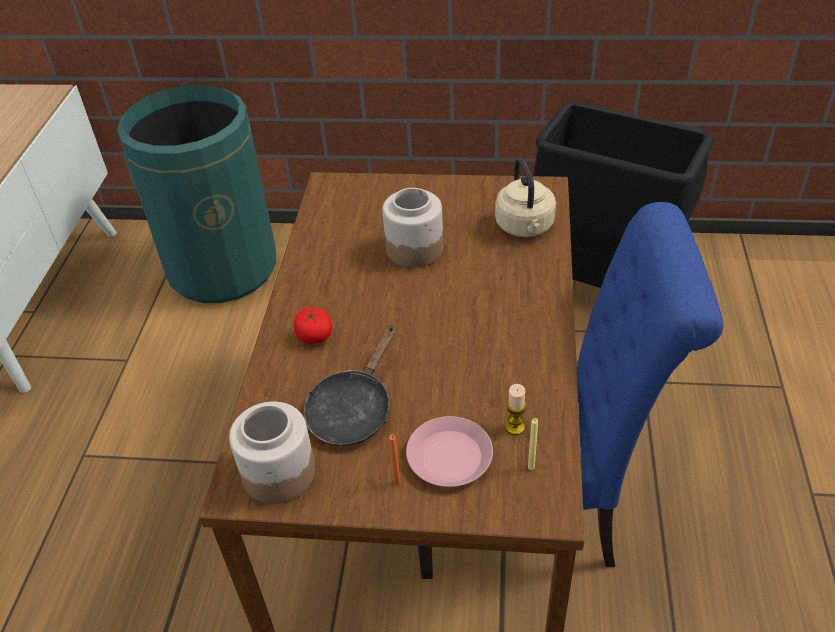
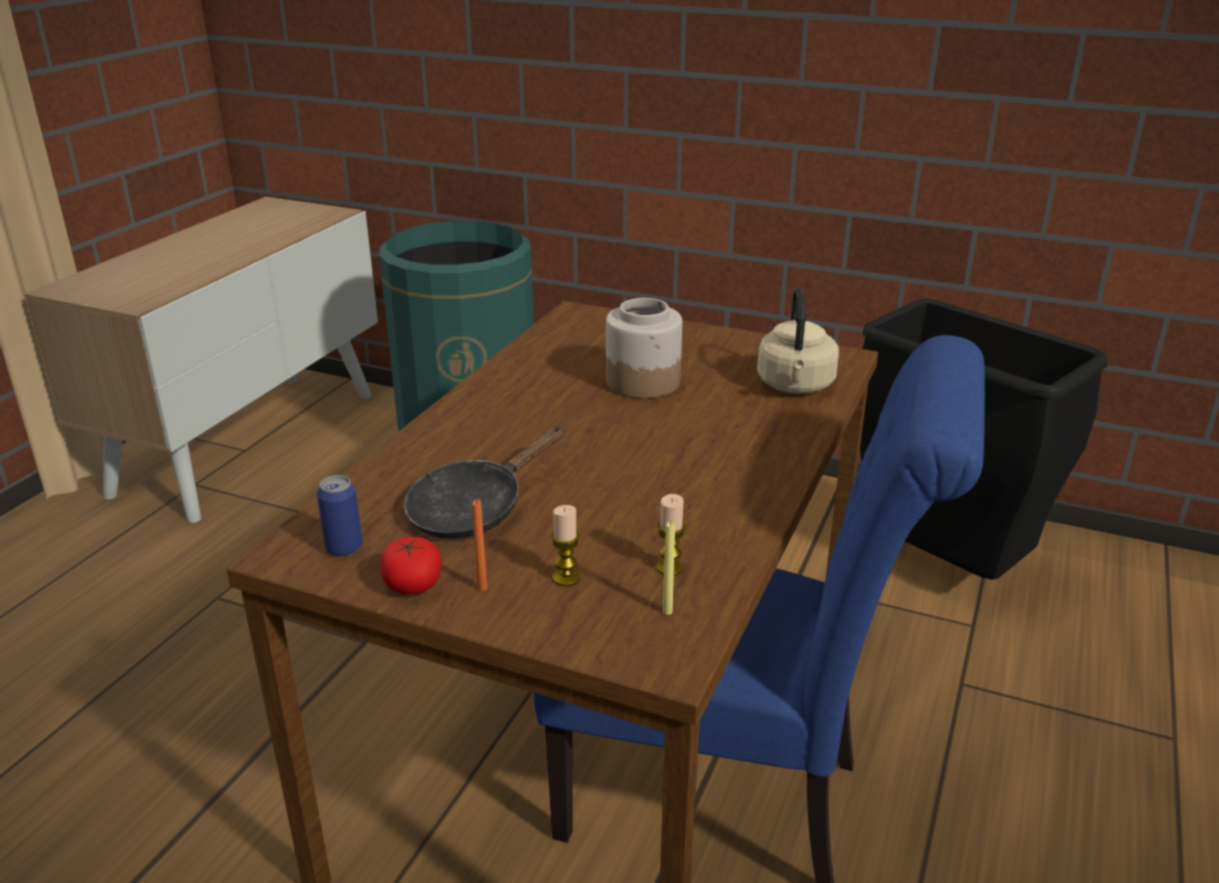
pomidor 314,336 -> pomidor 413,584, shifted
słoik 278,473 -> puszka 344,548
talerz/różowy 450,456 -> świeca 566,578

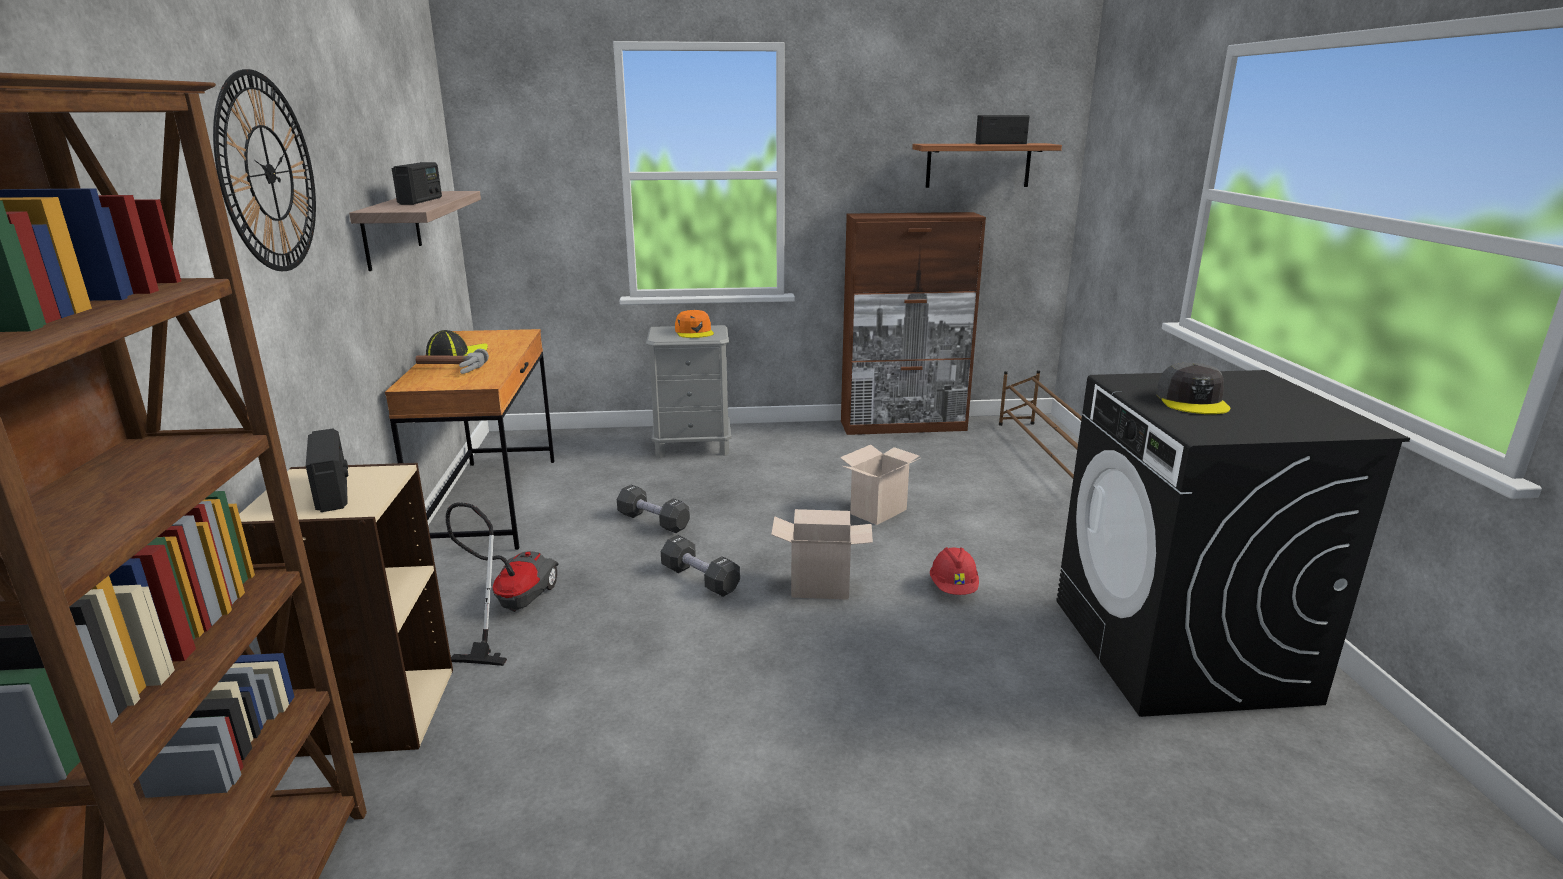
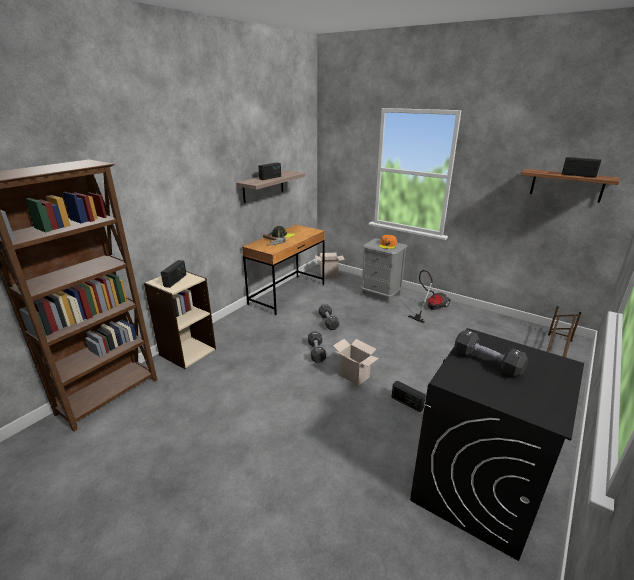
zegar ścienny 269,173 -> none
szafka/brązowy 904,426 -> none
czapka z daszkiem/szary 1192,401 -> hantel/czarny 487,362
karton 878,511 -> karton 329,274, shifted
odkurzacz 510,609 -> odkurzacz 430,309, shifted
kask/czerwony 953,588 -> radio 407,403

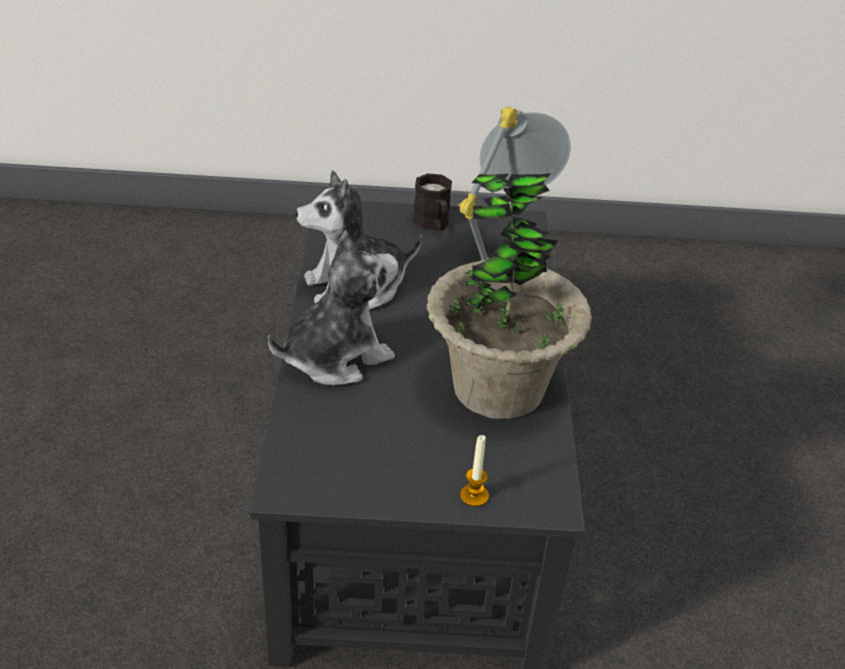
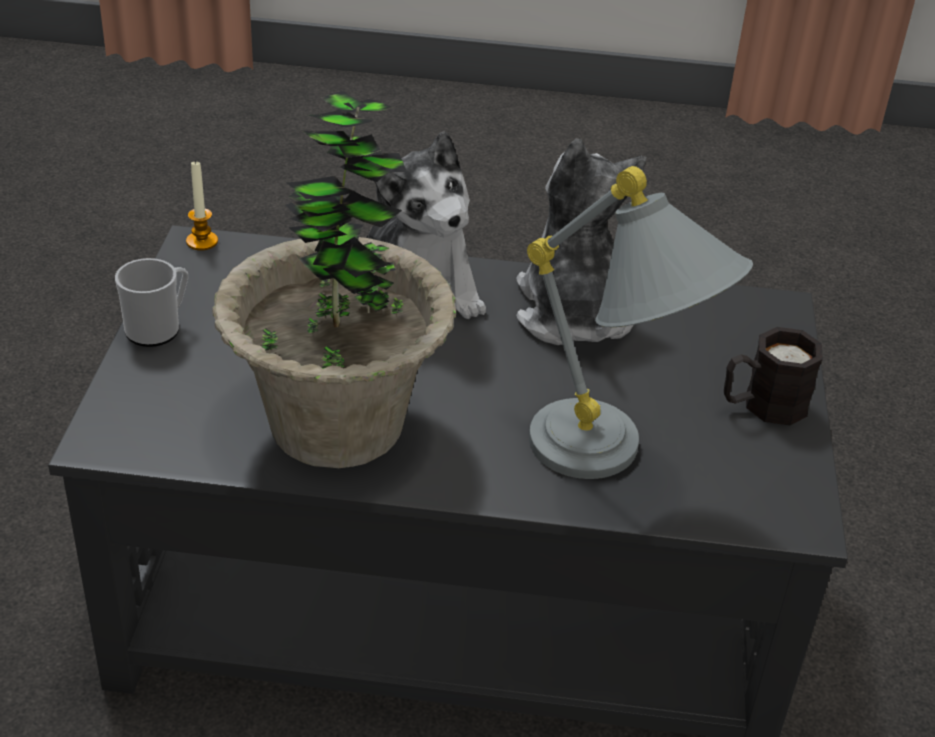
świeca 474,496 -> świeca 202,241, shifted
none -> kubek 158,329

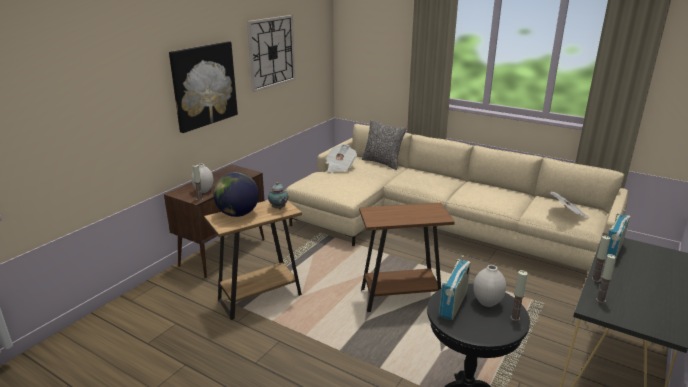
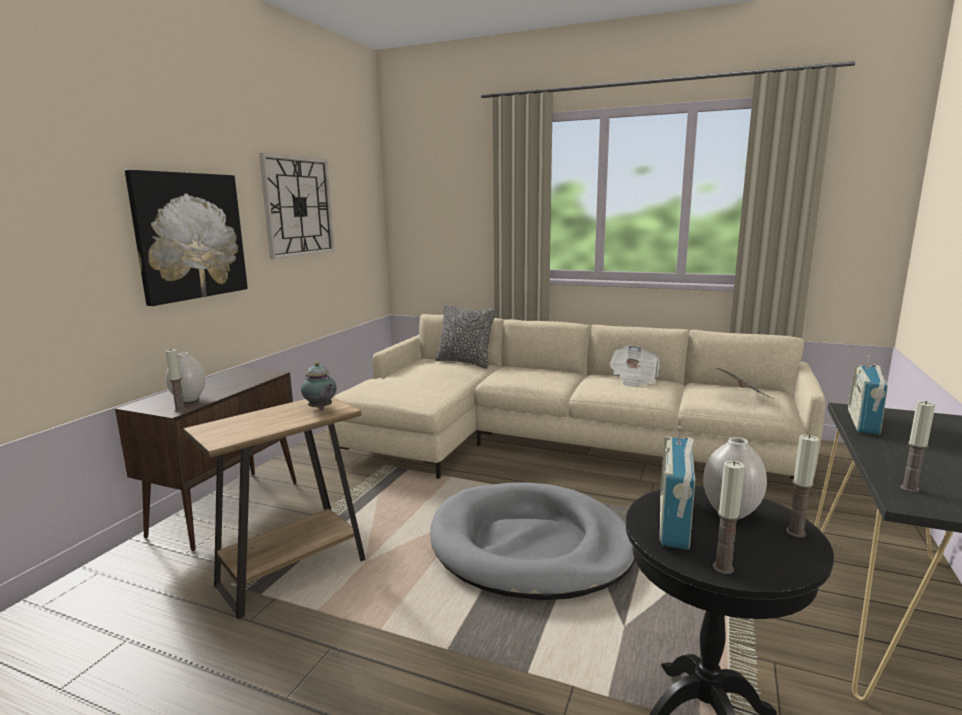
gazeta 340,167 -> gazeta 633,380, shifted
globus 237,214 -> none
stolik/brązowy 400,298 -> legowisko/szary 530,546
świeca 595,279 -> świeca 723,568, shifted

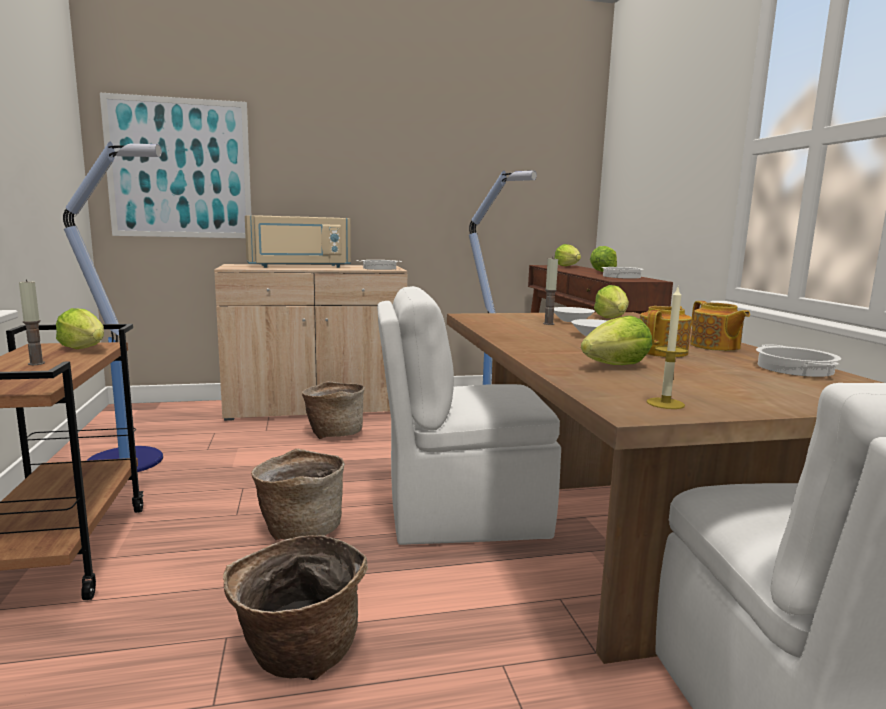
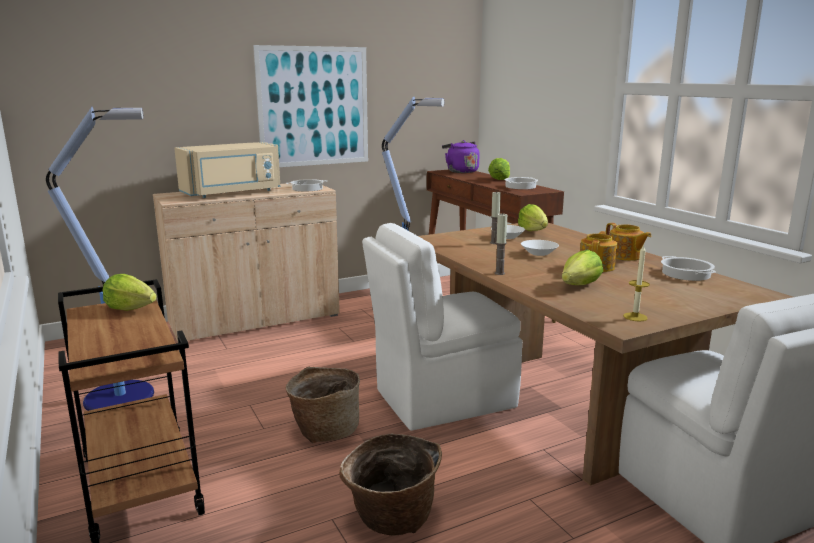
obraz 179,169 -> obraz 314,107, shifted
sałata 567,266 -> czajnik/fioletowy 461,171
świeca 36,363 -> świeca 499,273, shifted
koszyk 333,433 -> none

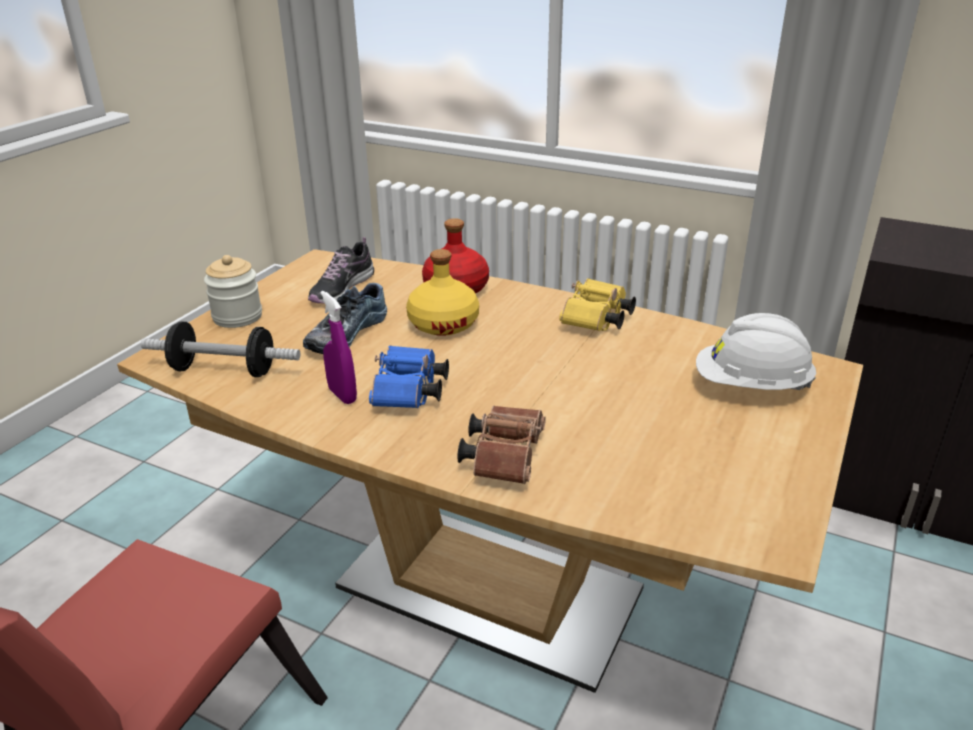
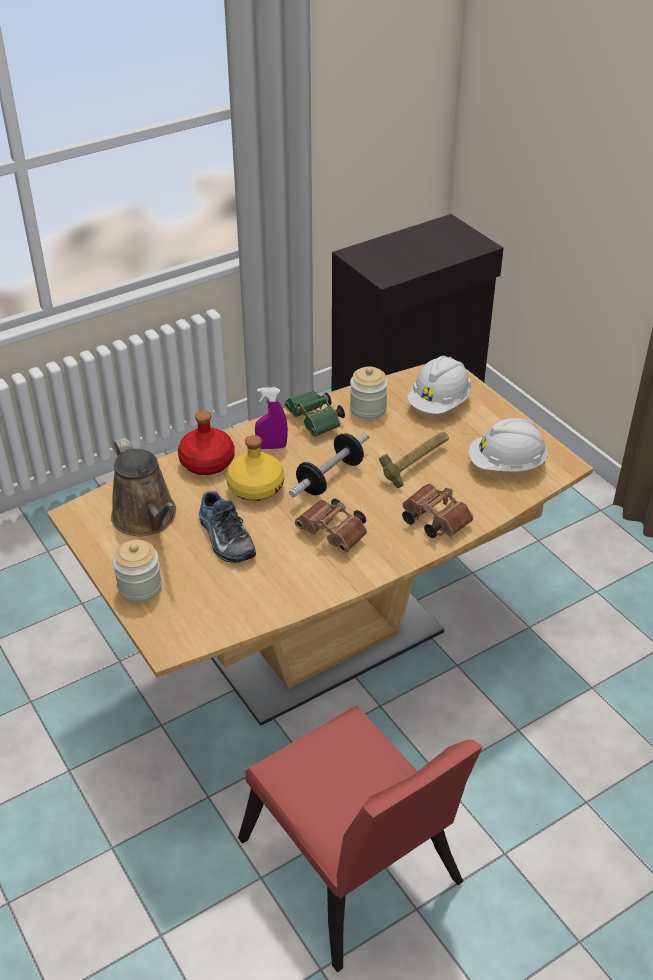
but 341,289 -> konewka/brązowy 147,518
lornetka/żółty 596,321 -> lornetka/zielony 316,422
spryskiwacz/fioletowy 342,395 -> spryskiwacz/fioletowy 271,447, shifted
hantel 224,370 -> hantel 330,477, shifted
lornetka/niebieski 409,394 -> lornetka/brązowy 334,534
none -> słoik 368,409
none -> kask/biały 506,465
none -> młotek 416,465

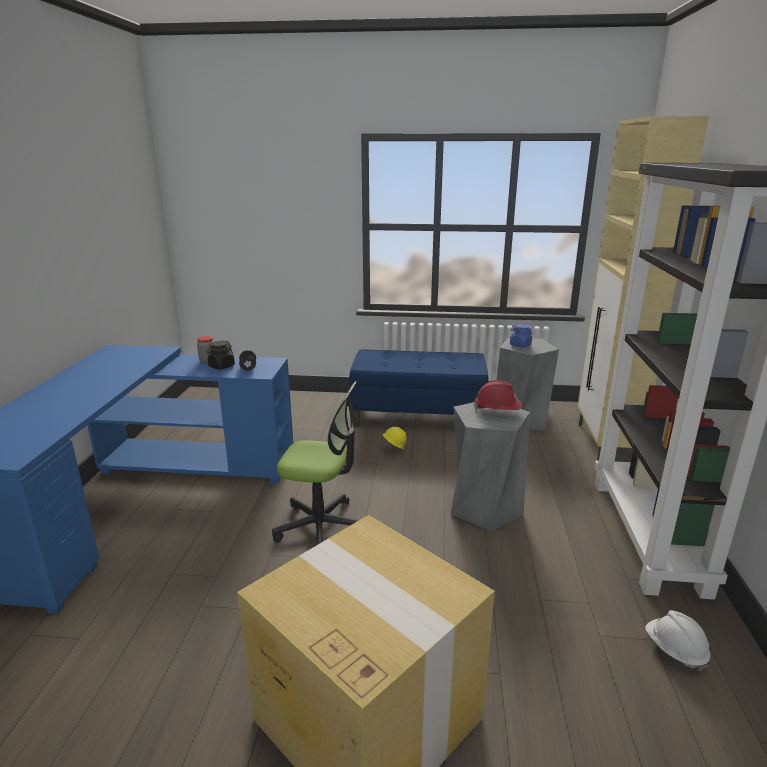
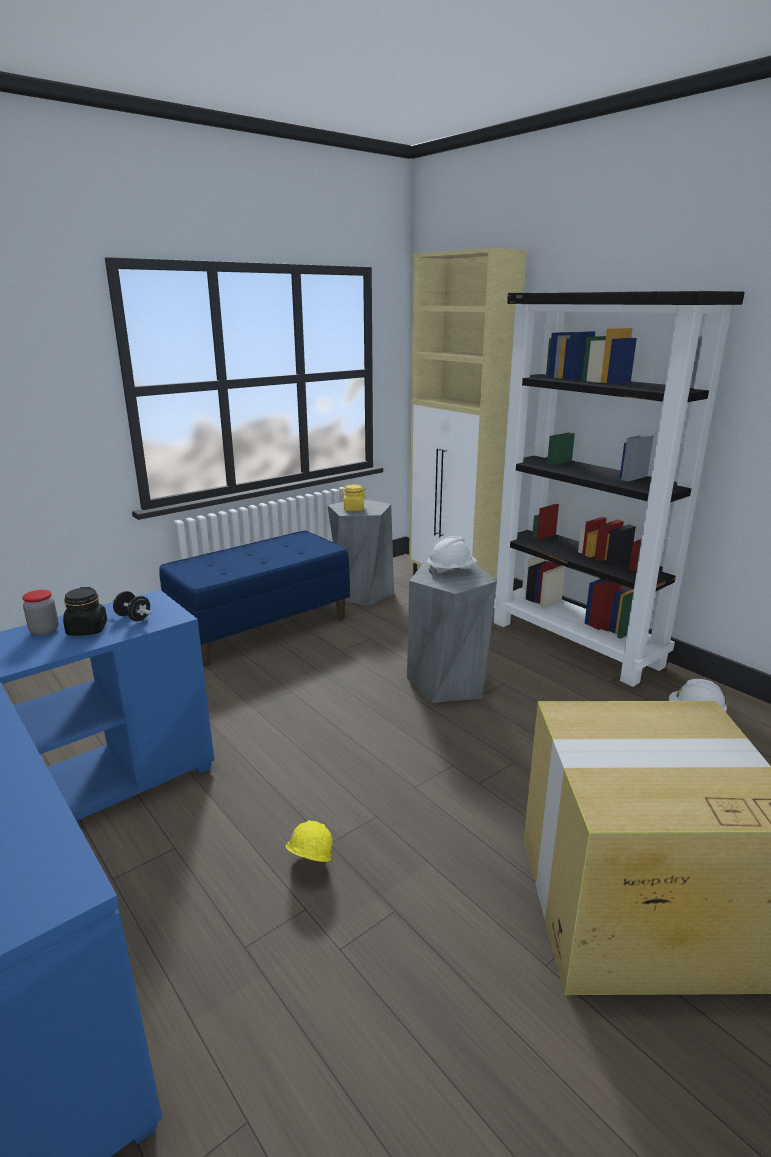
słoik/niebieski 520,345 -> słoik/żółty 353,509
kask/czerwony 497,411 -> kask/biały 451,570
krzesło biurowe 322,527 -> none
kask/żółty 393,451 -> kask/żółty 308,867, shifted

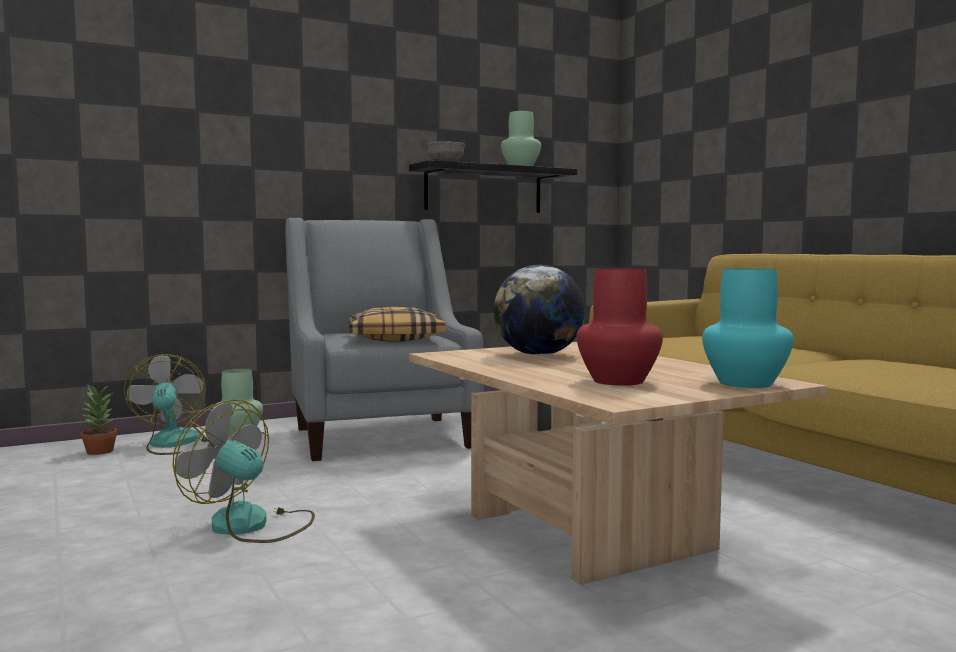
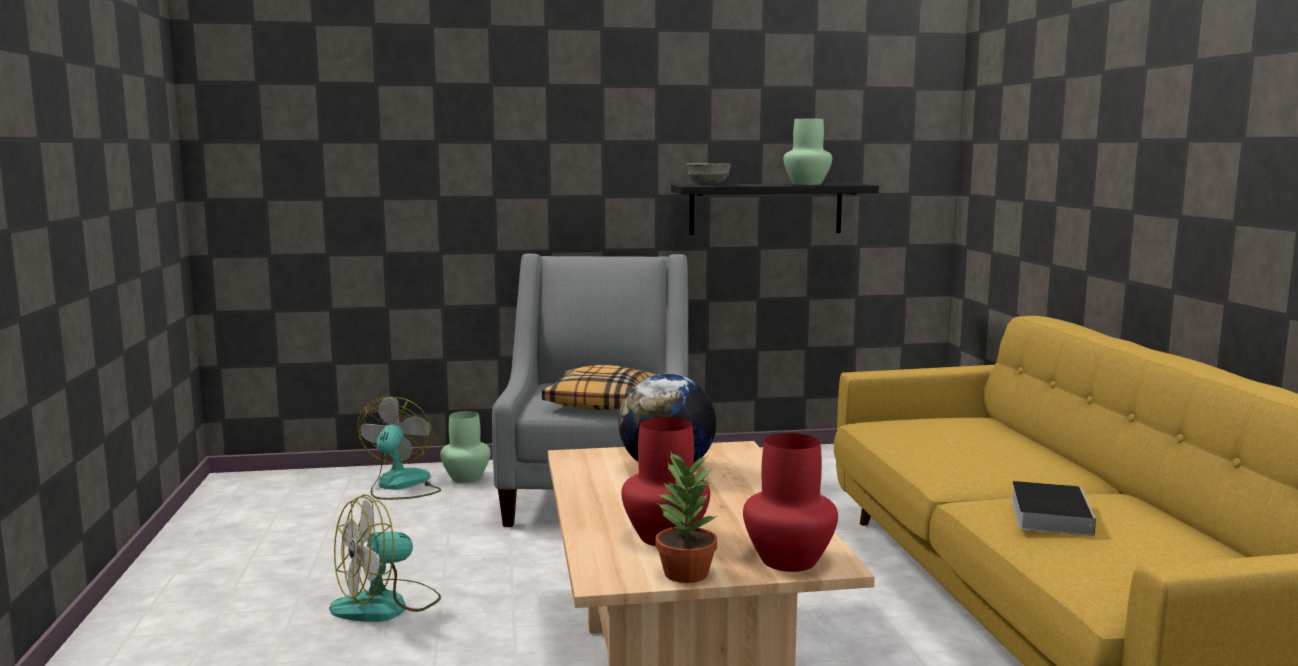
wazon/turkusowy 746,383 -> wazon/czerwony 789,561
roślina doniczkowa 99,451 -> roślina doniczkowa 684,573, shifted
wentylator 251,525 -> wentylator 386,605, 90 degrees counterclockwise
none -> książka 1049,514

